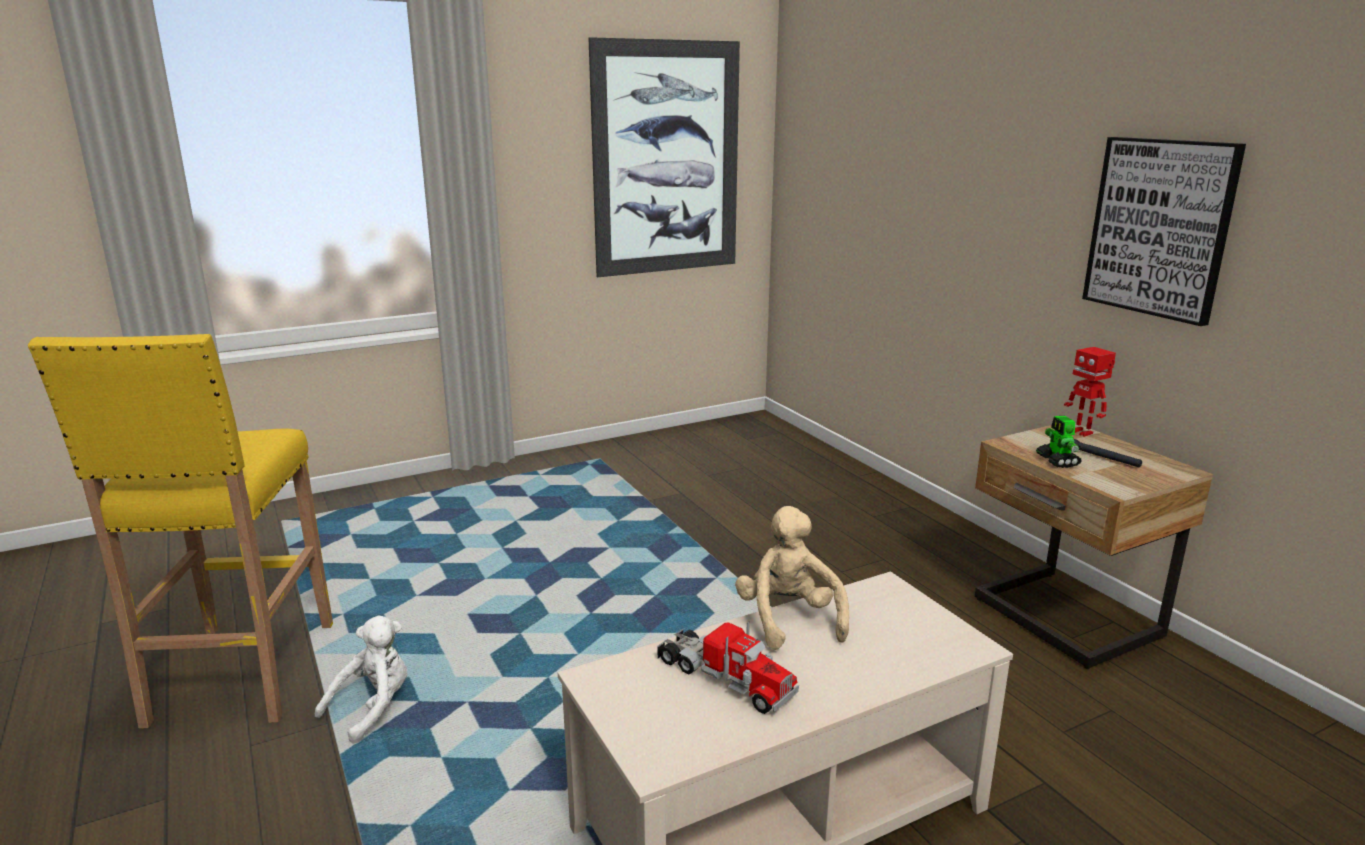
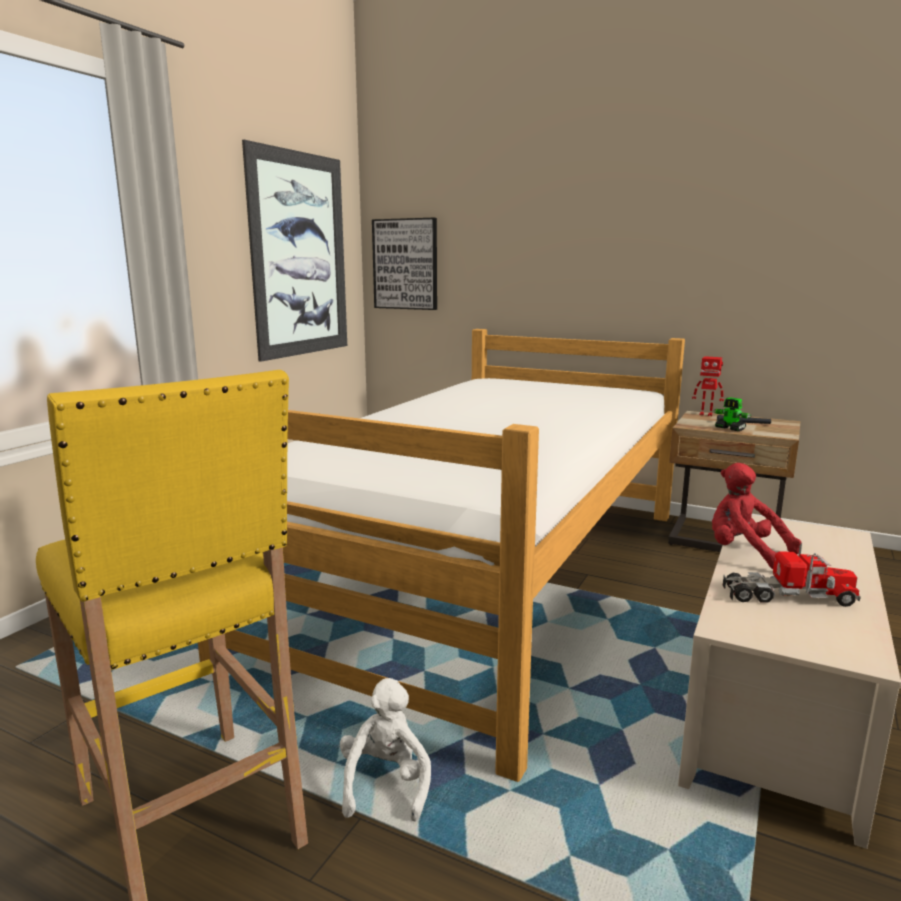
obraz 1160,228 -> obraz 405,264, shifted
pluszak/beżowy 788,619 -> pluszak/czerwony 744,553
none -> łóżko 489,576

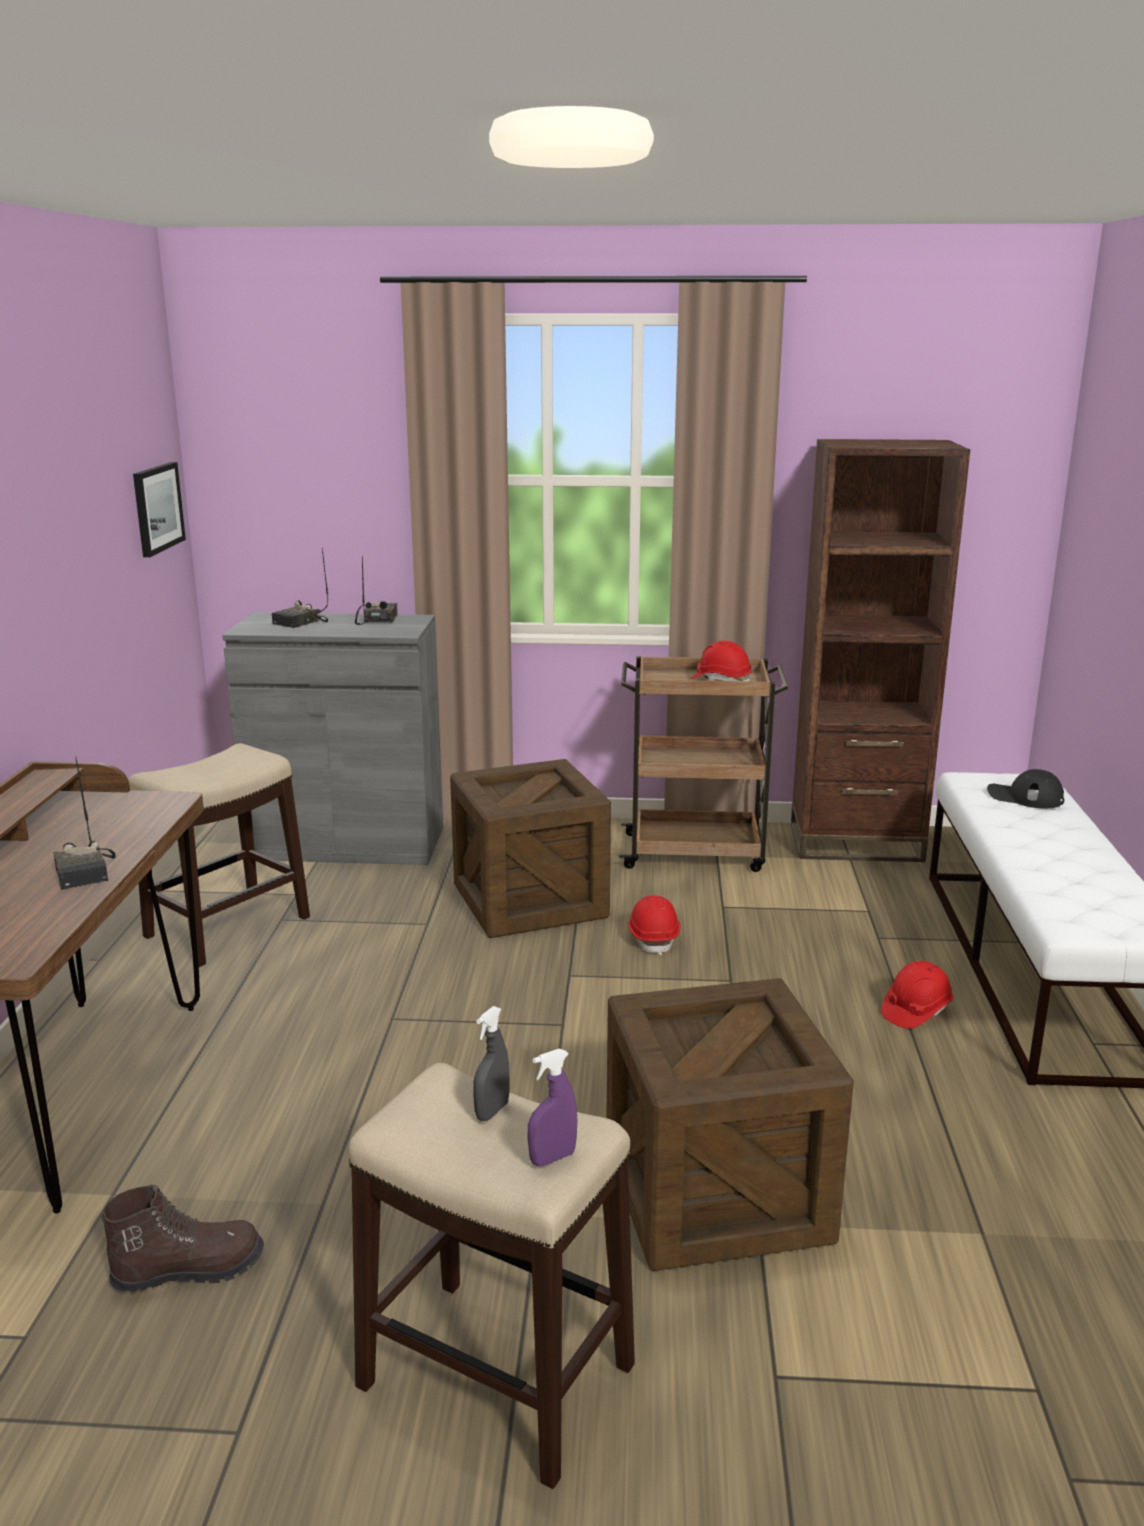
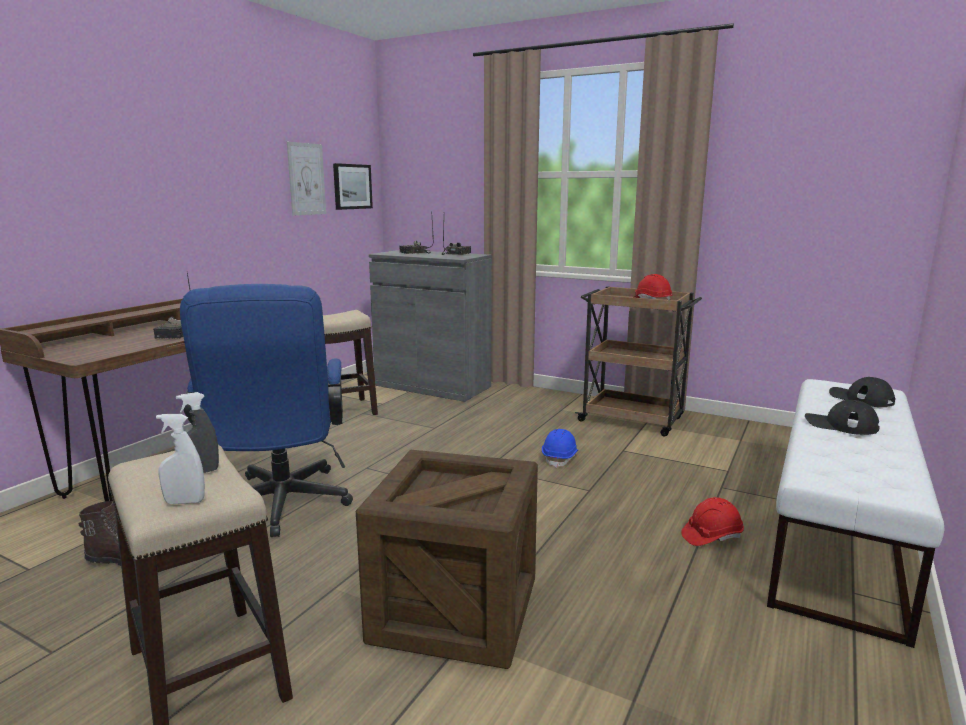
regał/brązowy 856,843 -> none
skrzynka 529,901 -> none
kask/czerwony 653,938 -> kask/niebieski 560,458
spryskiwacz/fioletowy 552,1158 -> spryskiwacz/biały 185,502
none -> obraz 306,179
none -> krzesło biurowe/niebieski 280,507
none -> czapka z daszkiem/czarny 840,425

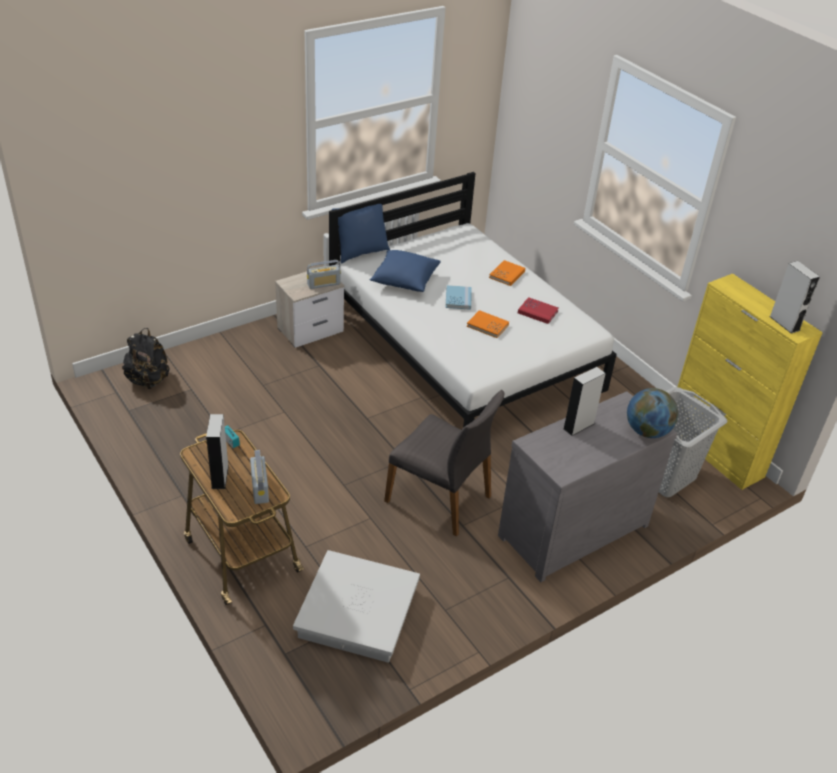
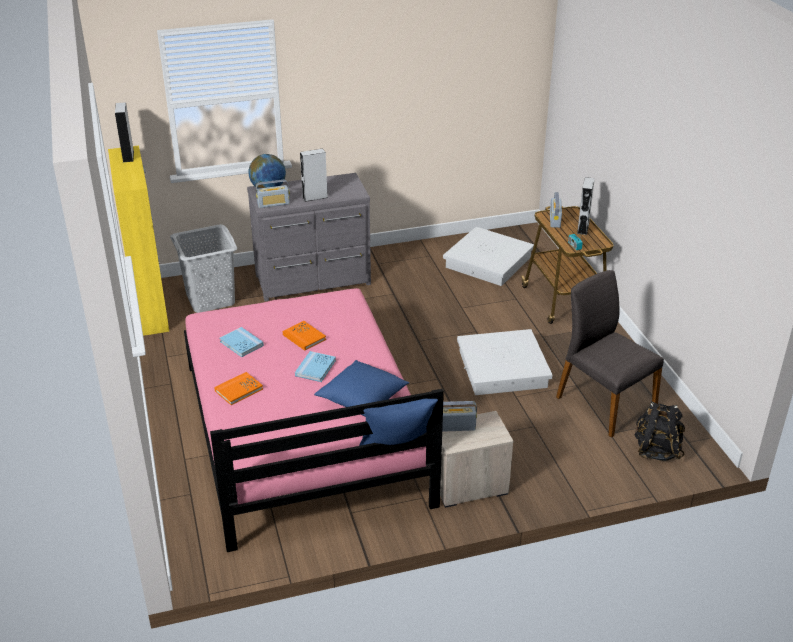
łóżko/biały 463,349 -> łóżko/różowy 303,432
książka/czerwony 537,312 -> książka/niebieski 241,343
krzesło/szary 440,498 -> krzesło/szary 604,402, shifted
none -> radio 273,204
none -> pojemnik do przechowywania/biały 502,369

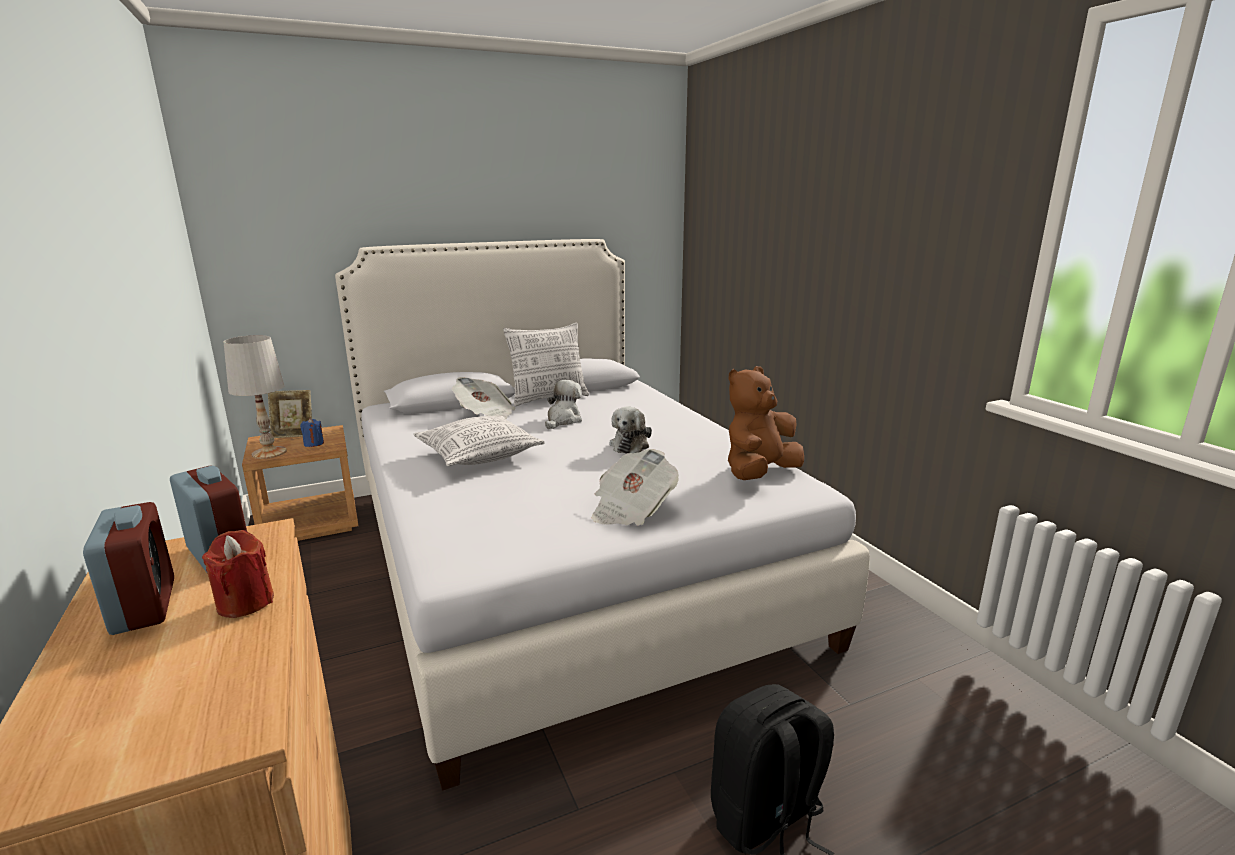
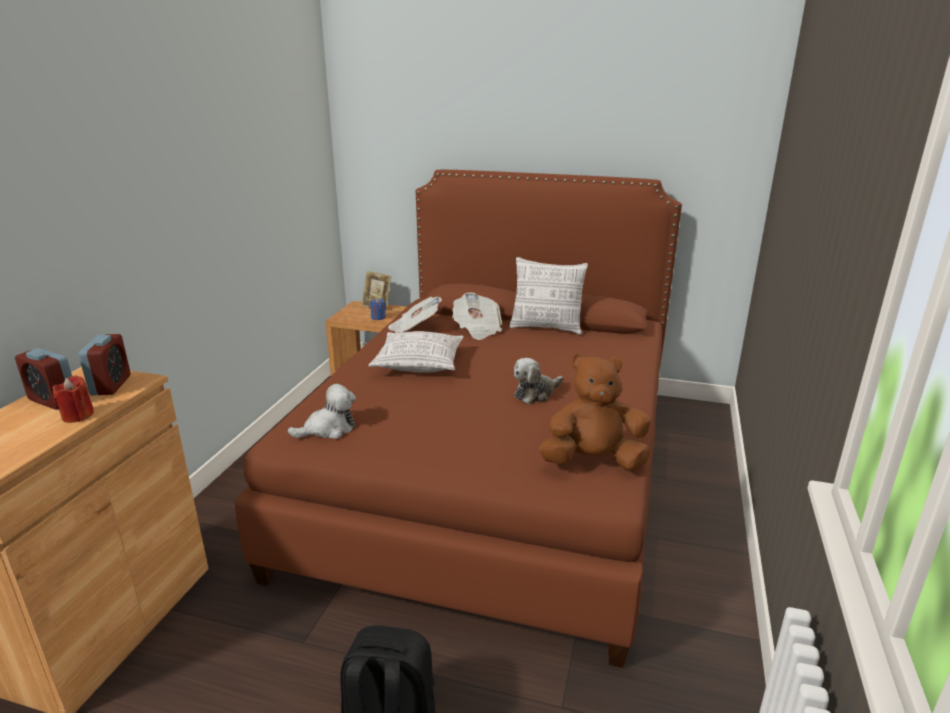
łóżko/biały 562,559 -> łóżko/brązowy 494,471
lampa stołowa/biały 269,452 -> none
pluszak 563,420 -> pluszak 328,429, shifted
gazeta 631,509 -> gazeta 414,328, shifted
budzik 144,606 -> budzik 53,400, 105 degrees clockwise

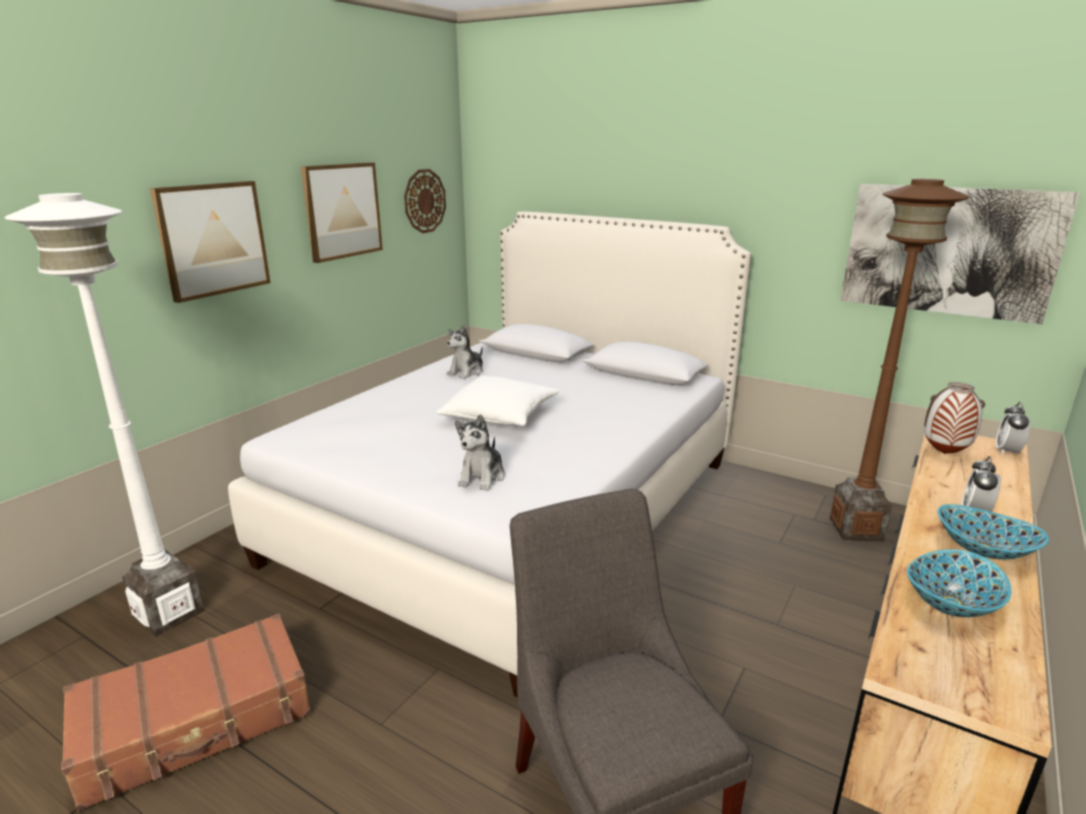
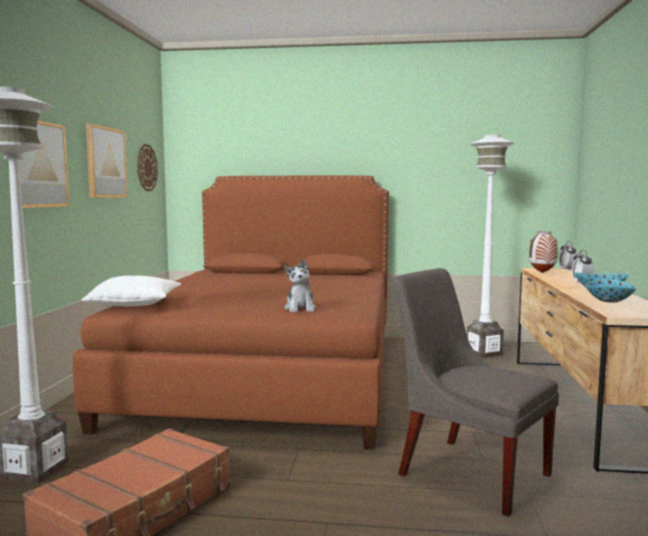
lampa stojąca/brązowy 855,529 -> lampa stojąca/biały 484,353
obraz 948,251 -> none
łóżko/biały 516,508 -> łóżko/brązowy 268,375
pluszak 466,372 -> none
poduszka/biały 500,416 -> poduszka/biały 135,304, shifted

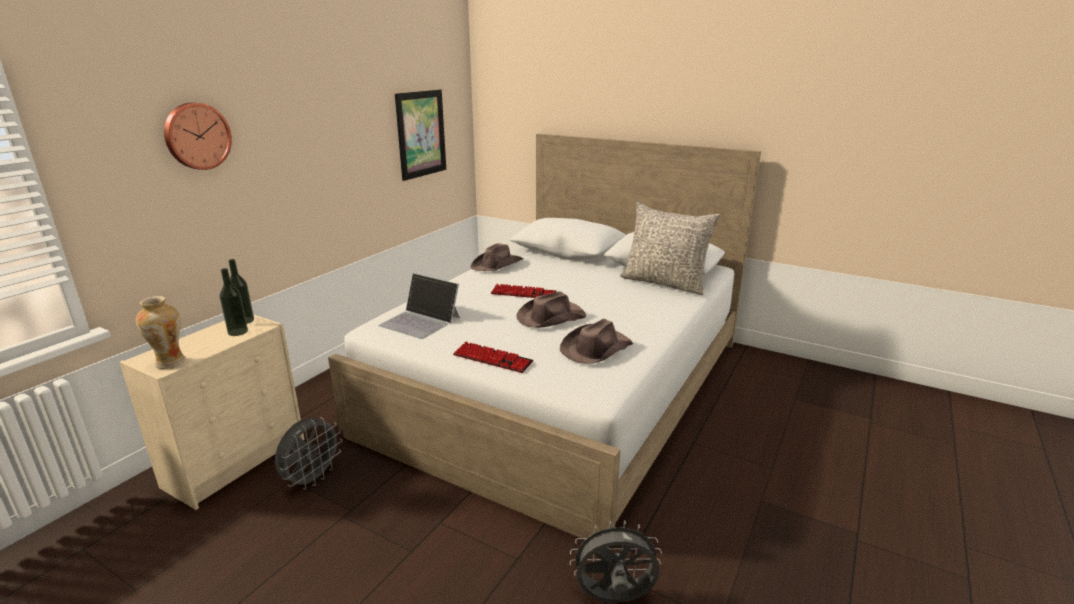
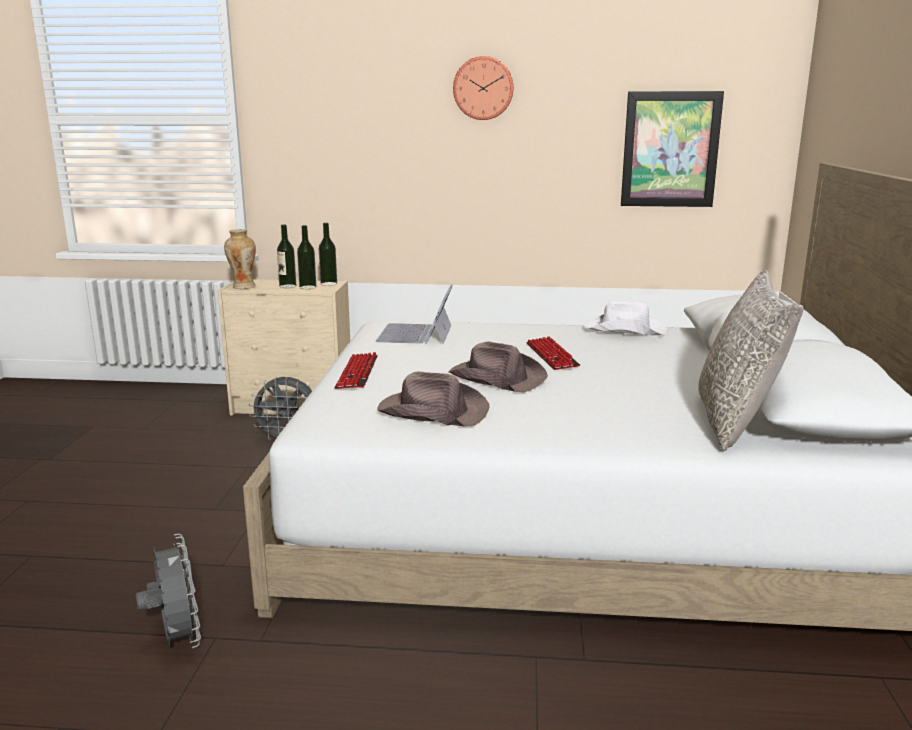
zegar ścienny 196,136 -> zegar ścienny 483,88, shifted
kapelusz/brązowy 497,264 -> kapelusz/biały 625,330
none -> butelka 287,286

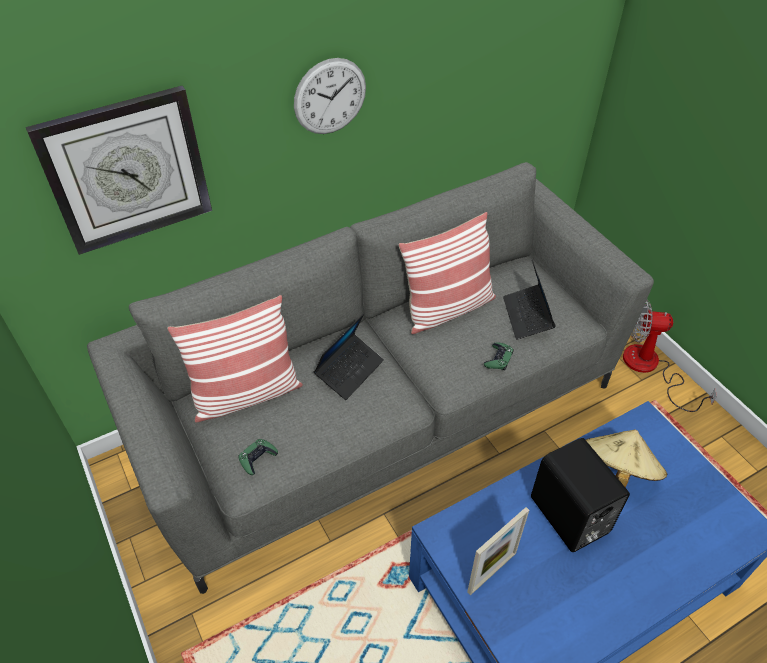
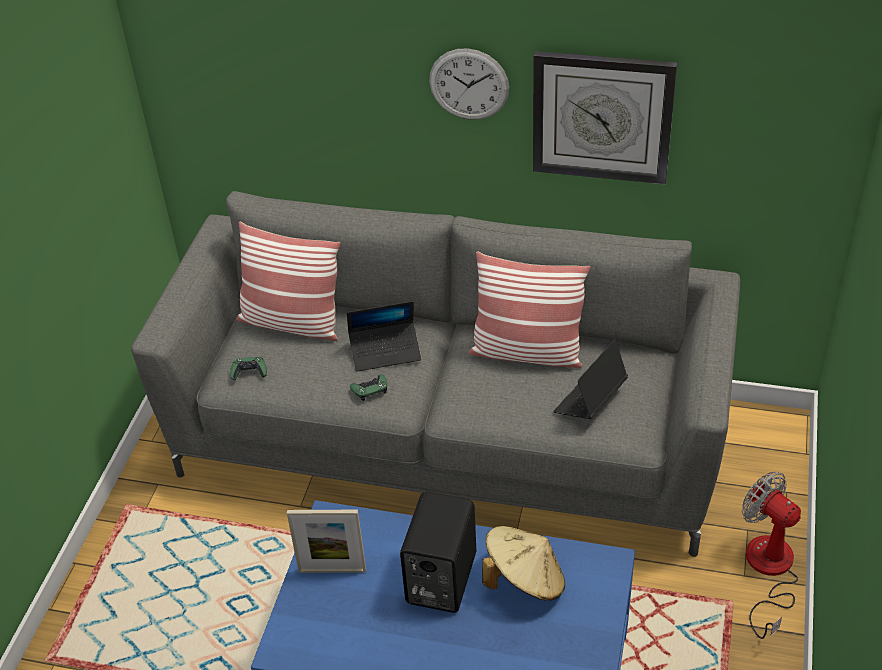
zegar ścienny 127,171 -> zegar ścienny 602,117, shifted
pad do gier/zielony 498,359 -> pad do gier/zielony 370,389, shifted

